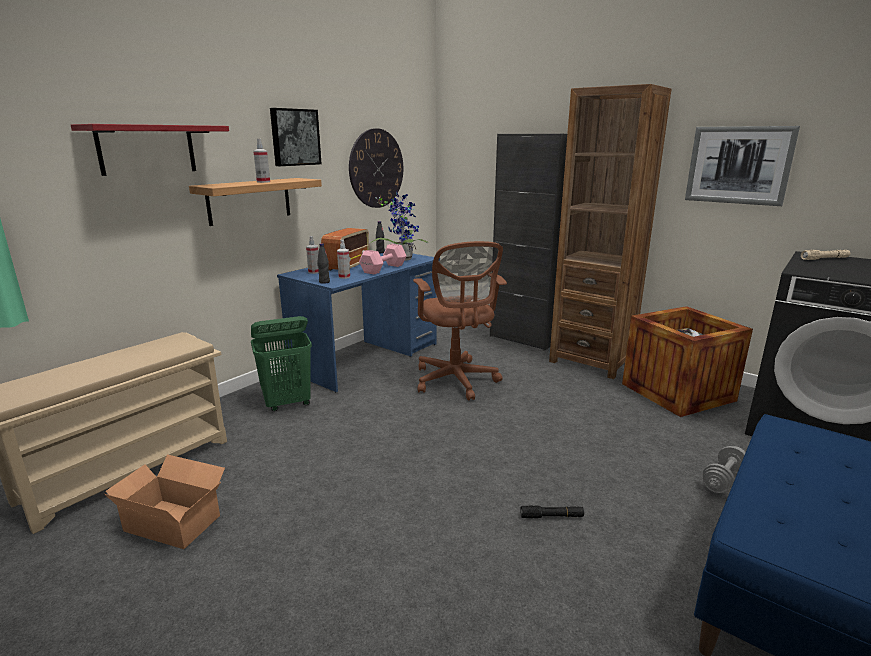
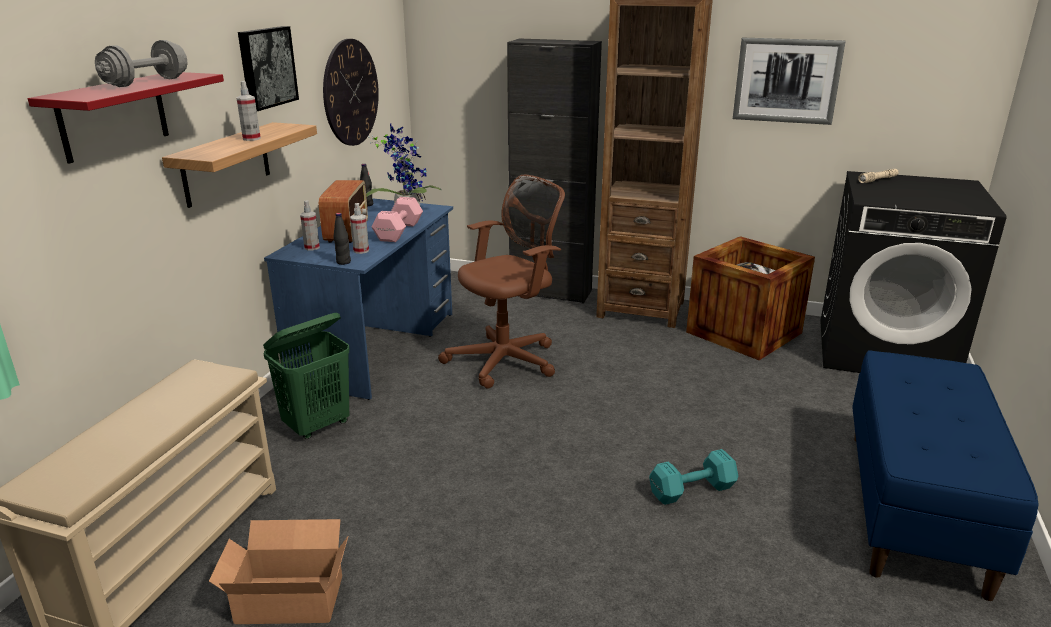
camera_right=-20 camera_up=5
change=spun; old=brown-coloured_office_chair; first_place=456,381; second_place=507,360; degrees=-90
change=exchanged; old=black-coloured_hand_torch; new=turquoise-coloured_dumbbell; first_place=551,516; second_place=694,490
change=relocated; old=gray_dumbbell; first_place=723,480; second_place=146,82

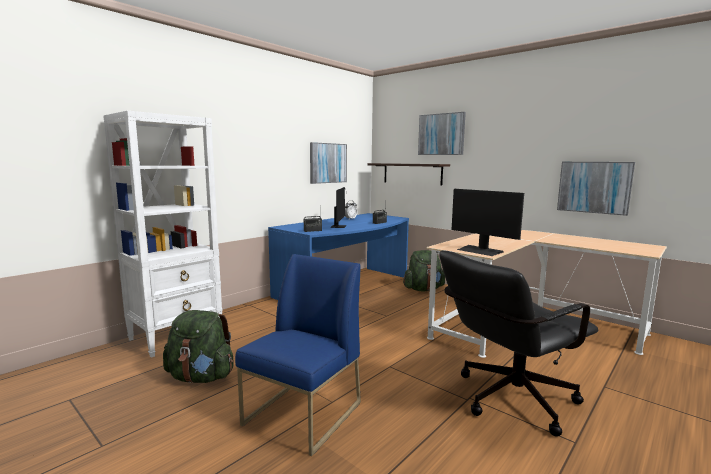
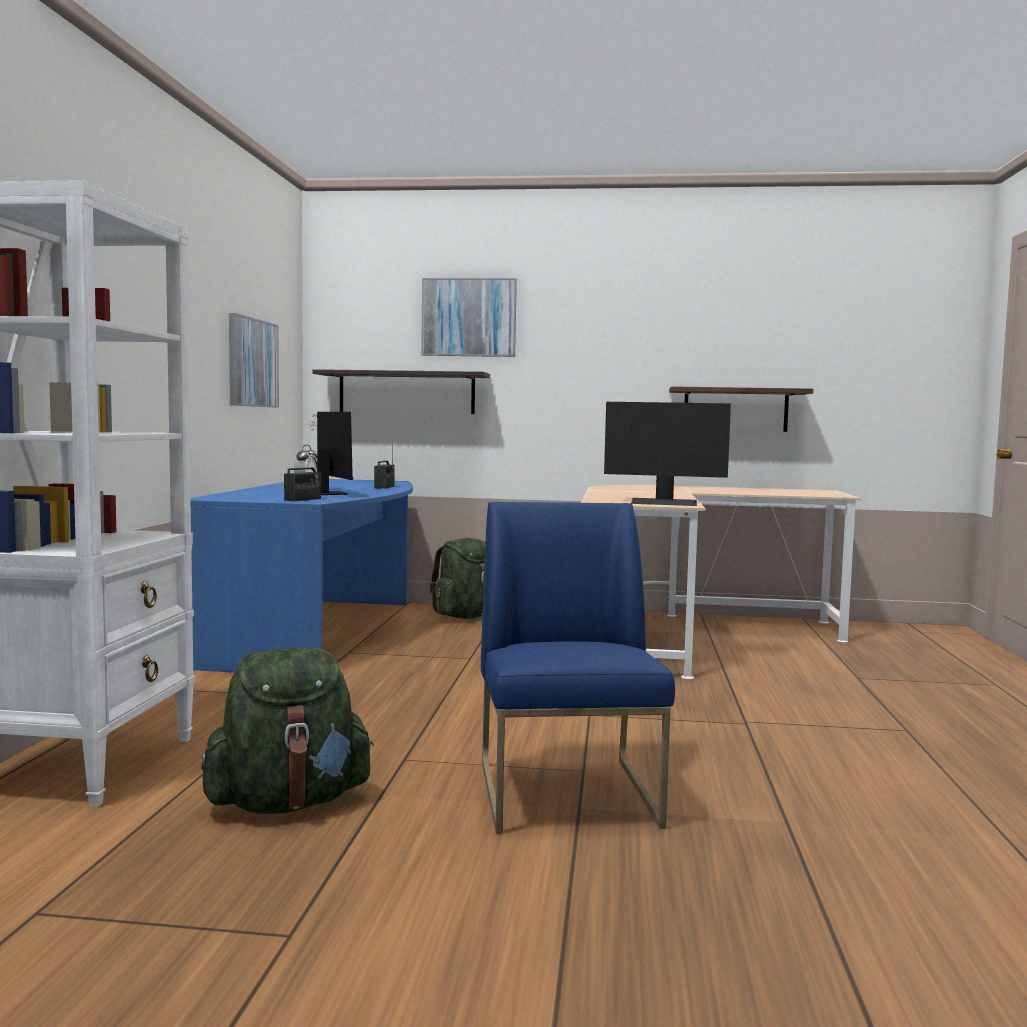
camera_right=-35 camera_up=-5
change=missing; old=black-coloured_office_chair; first_place=507,401
change=exchanged; old=wall_picture; new=wall_shelf; first_place=594,187; second_place=735,409

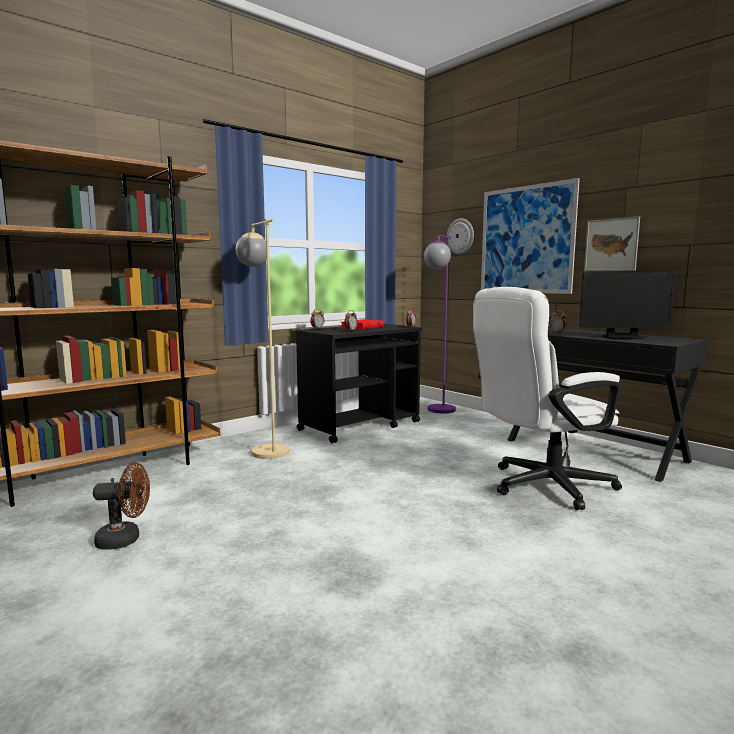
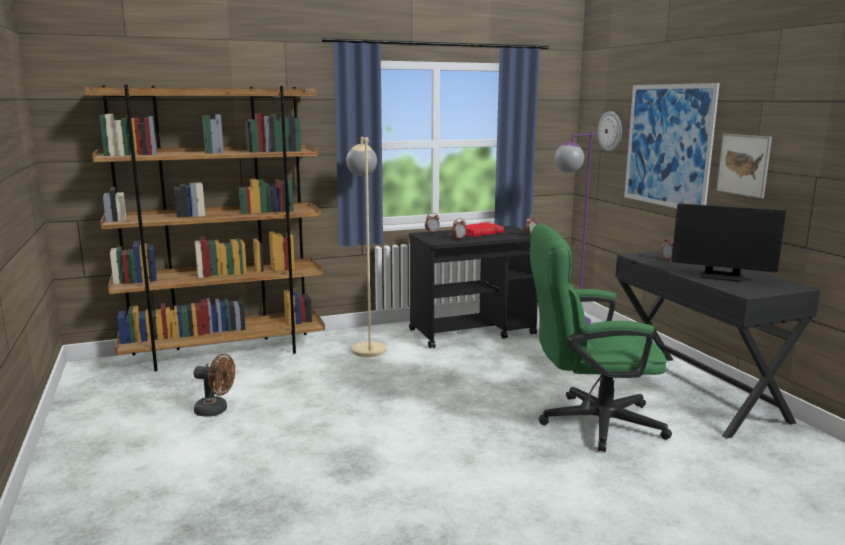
camera_right=20 camera_up=5
change=colour; old=white_office_chair; new=greenish_office_chair; first_place=540,486; second_place=589,422

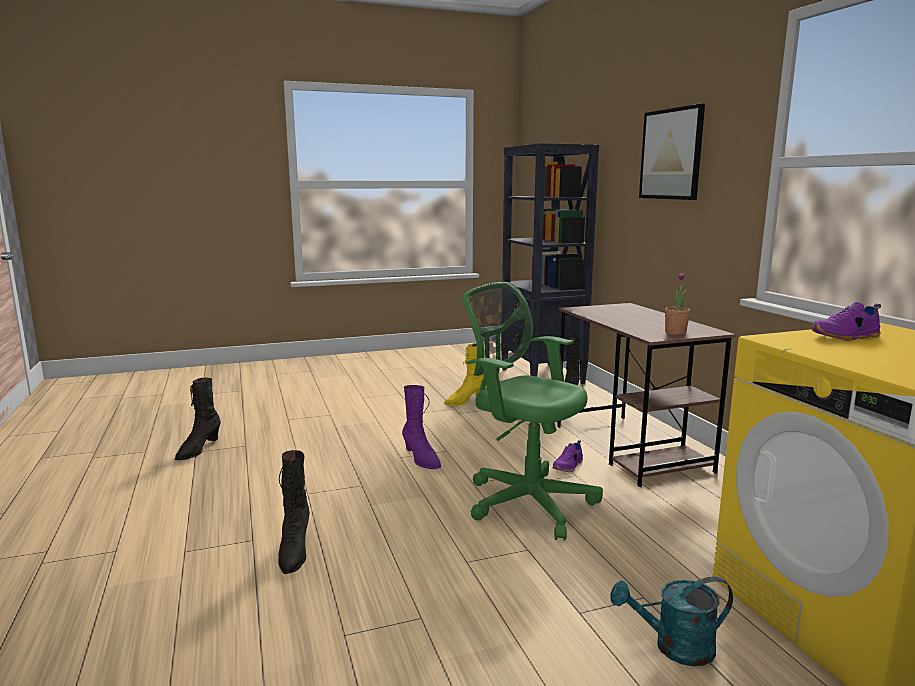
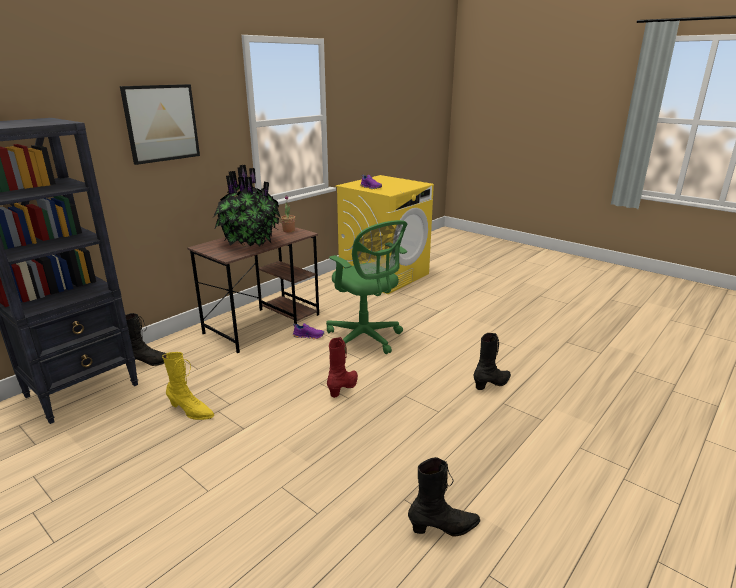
camera_right=-120 camera_up=10
change=colour; old=purplish_tall_boot; new=red-coloured_tall_boot; first_place=421,459; second_place=344,388
change=spun; old=greenish_office_chair; first_place=526,501; second_place=366,338; degrees=-45
change=missing; old=turquoise-coloured_sprinkling_can; first_place=674,648
change=appeared; new=houseplant; second_place=249,243

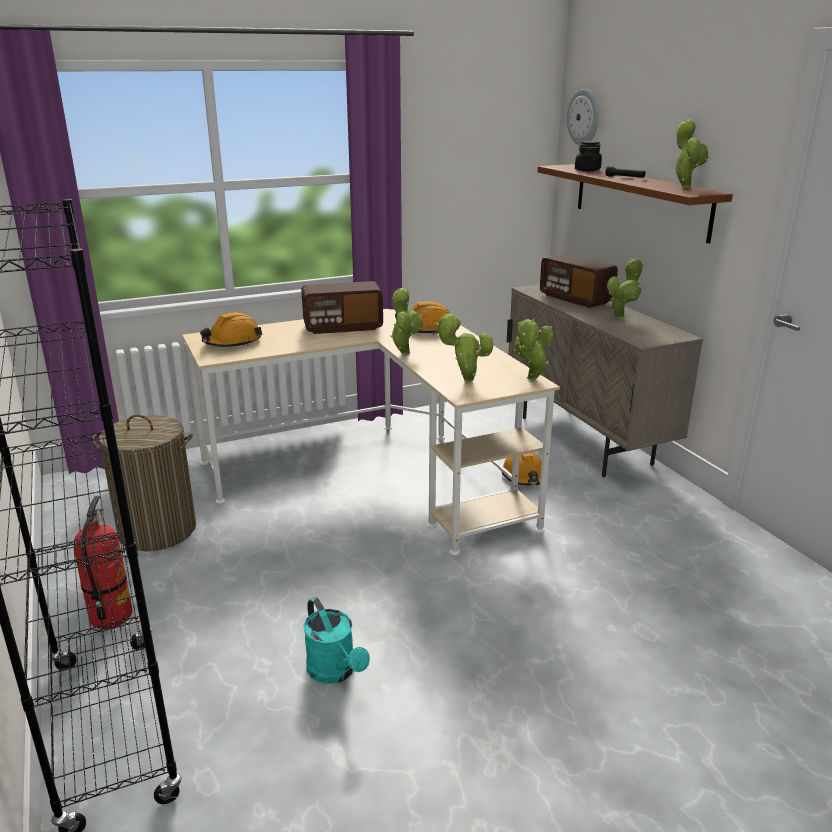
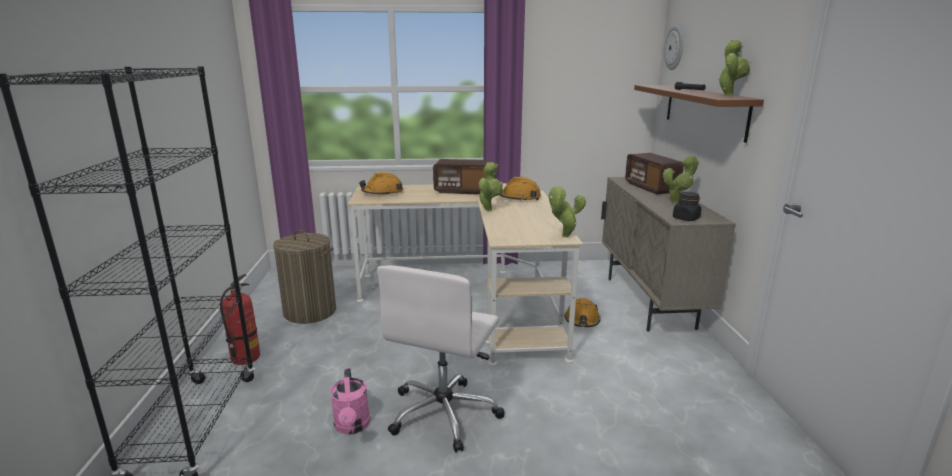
camera_right=20 camera_up=-5
change=colour; old=turquoise-coloured_sprinkling_can; new=pink_sprinkling_can; first_place=335,672; second_place=352,427
change=missing; old=houseplant; first_place=465,380
change=relocated; old=black-coloured_jar; first_place=587,170; second_place=686,218
change=appeared; new=white_office_chair; second_place=444,413

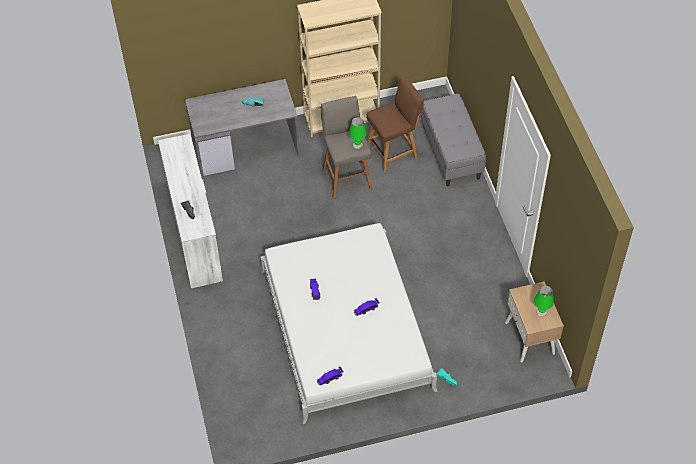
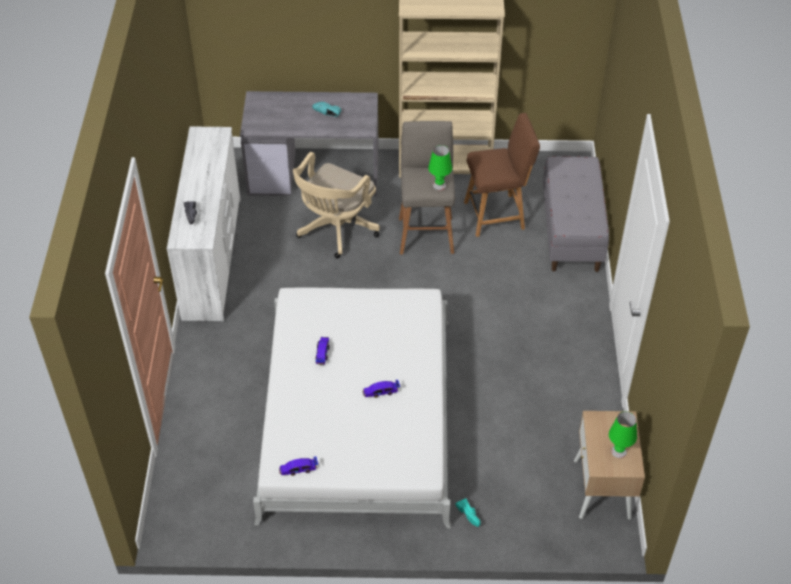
camera_right=15 camera_up=-5
change=appeared; new=beige-coloured_office_chair; second_place=335,230

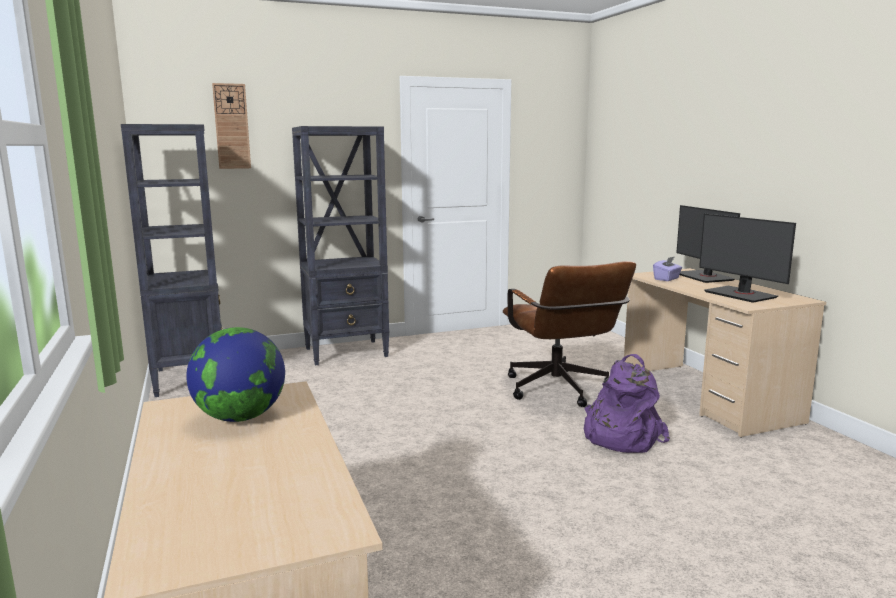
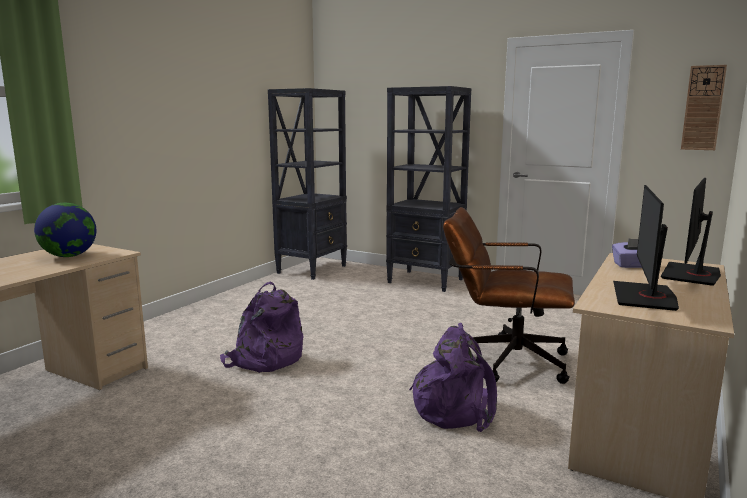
camera_right=50 camera_up=0
change=relocated; old=clock_on_the_wall; first_place=232,126; second_place=703,108
change=spun; old=brown-coloured_office_chair; first_place=560,392; second_place=503,360; degrees=75
change=appeared; new=purplish_knapsack; second_place=265,359

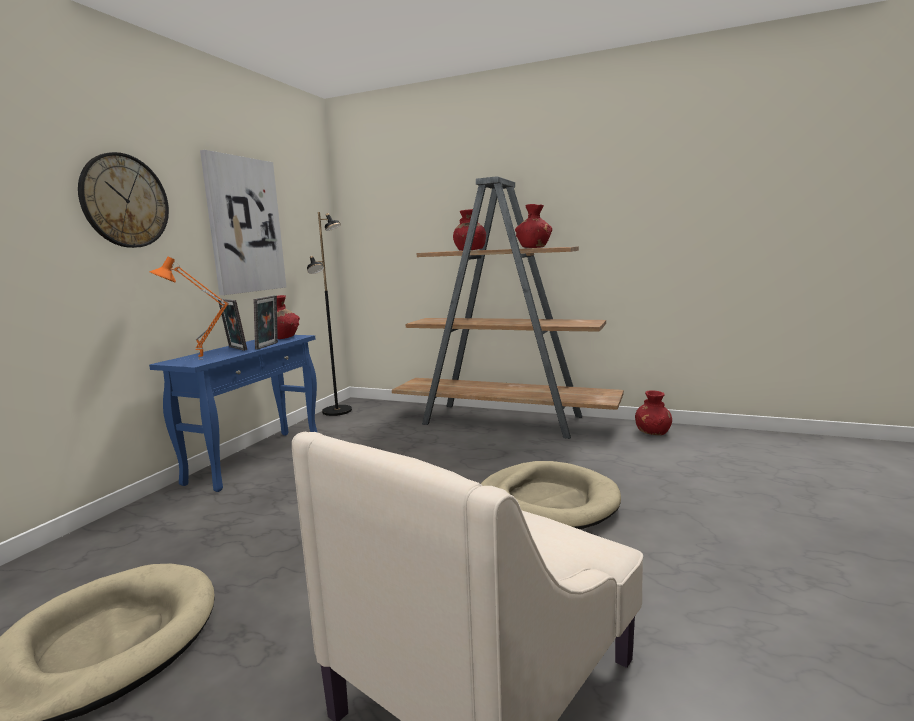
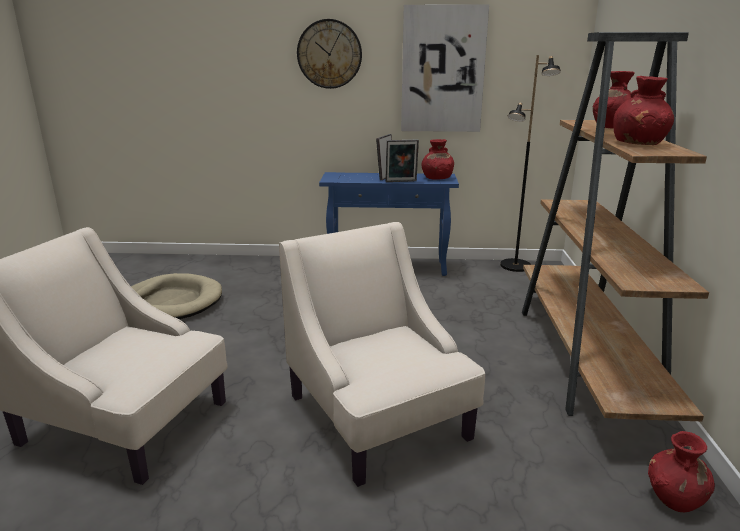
camera_right=70 camera_up=10
change=missing; old=orangey_lamp_for_a_table; first_place=199,359
change=exchanged; old=beige-coloured_dog_bed; new=beige-coloured_lounge_chair; first_place=547,501; second_place=378,417

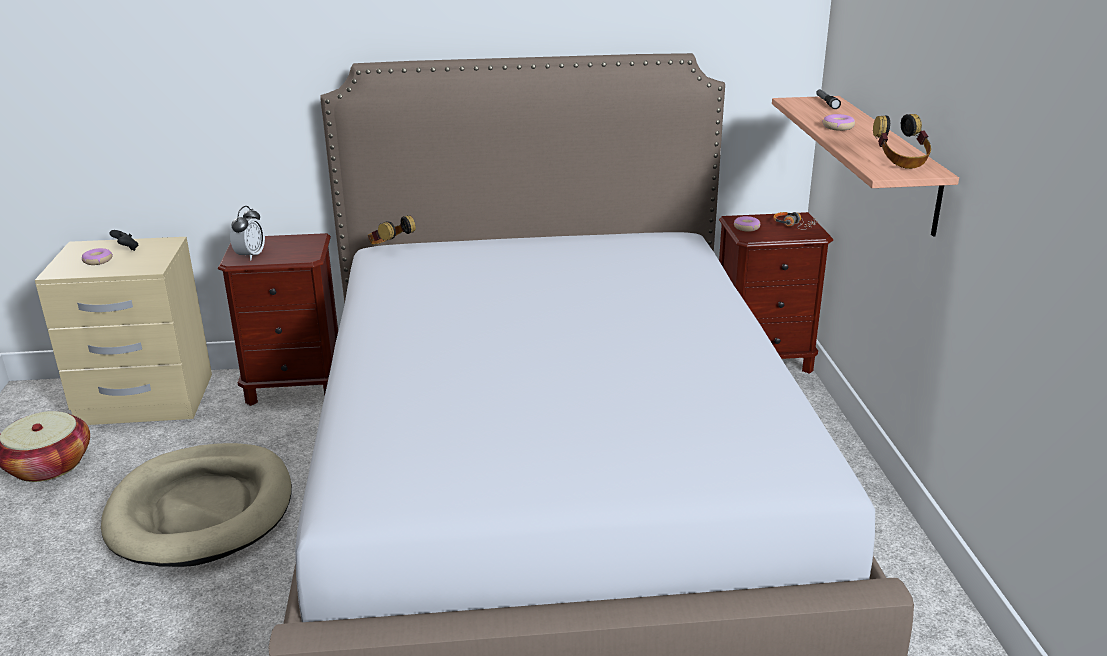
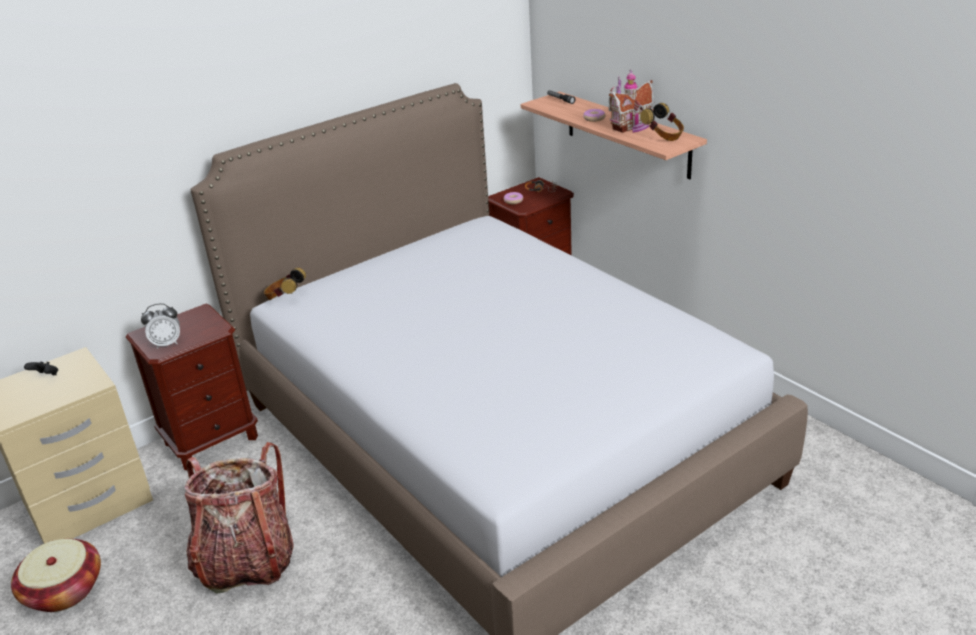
camera_right=-30 camera_up=5
change=missing; old=ring_doughnut; first_place=97,261
change=exchanged; old=beige-coloured_dog_bed; new=knapsack; first_place=202,510; second_place=247,561
change=spun; old=bedside_clock; first_place=250,255; second_place=167,343; degrees=90
change=appeared; new=miniature_house; second_place=632,127

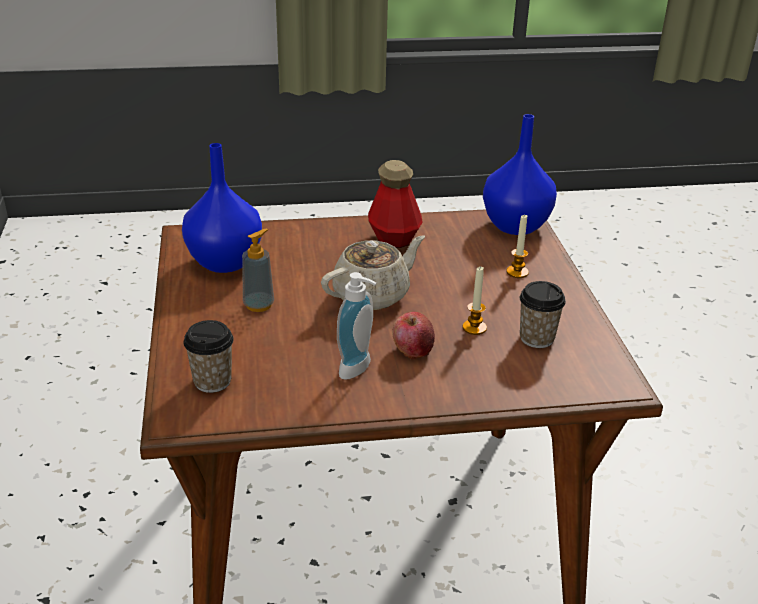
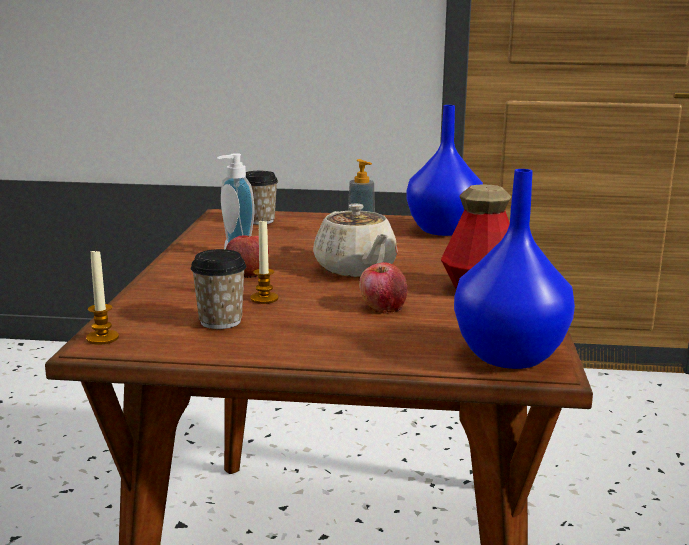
camera_right=105 camera_up=-15
change=relocated; old=candle; first_place=517,272; second_place=102,338
change=appeared; new=whole_apple; second_place=382,307

